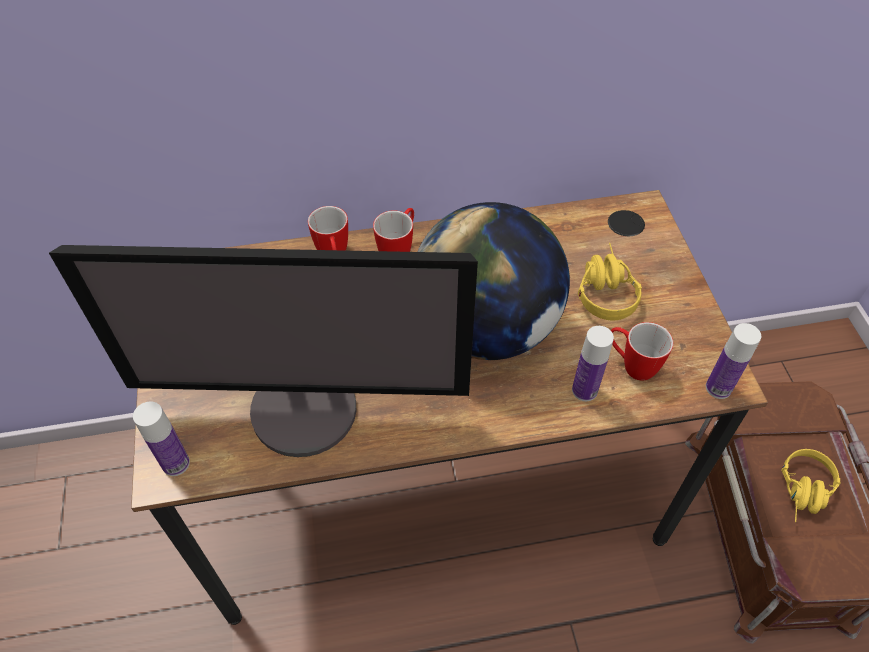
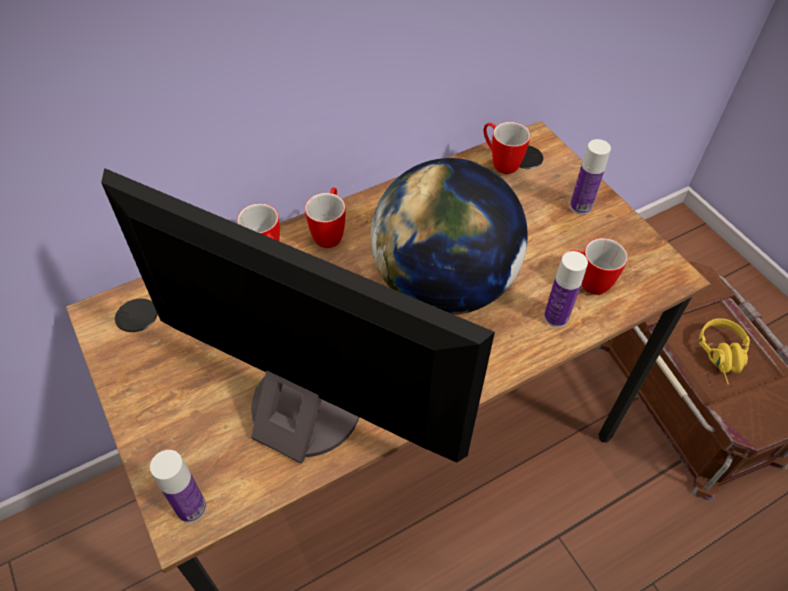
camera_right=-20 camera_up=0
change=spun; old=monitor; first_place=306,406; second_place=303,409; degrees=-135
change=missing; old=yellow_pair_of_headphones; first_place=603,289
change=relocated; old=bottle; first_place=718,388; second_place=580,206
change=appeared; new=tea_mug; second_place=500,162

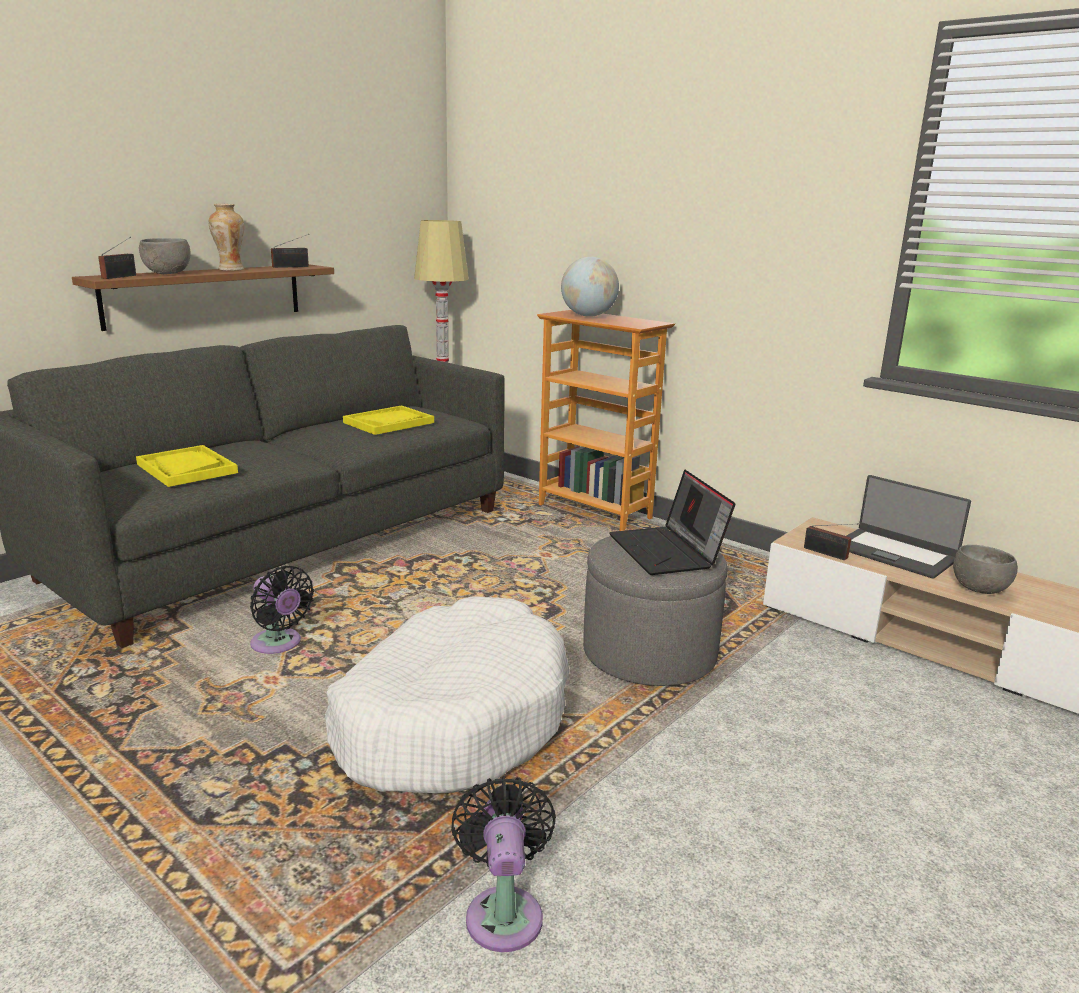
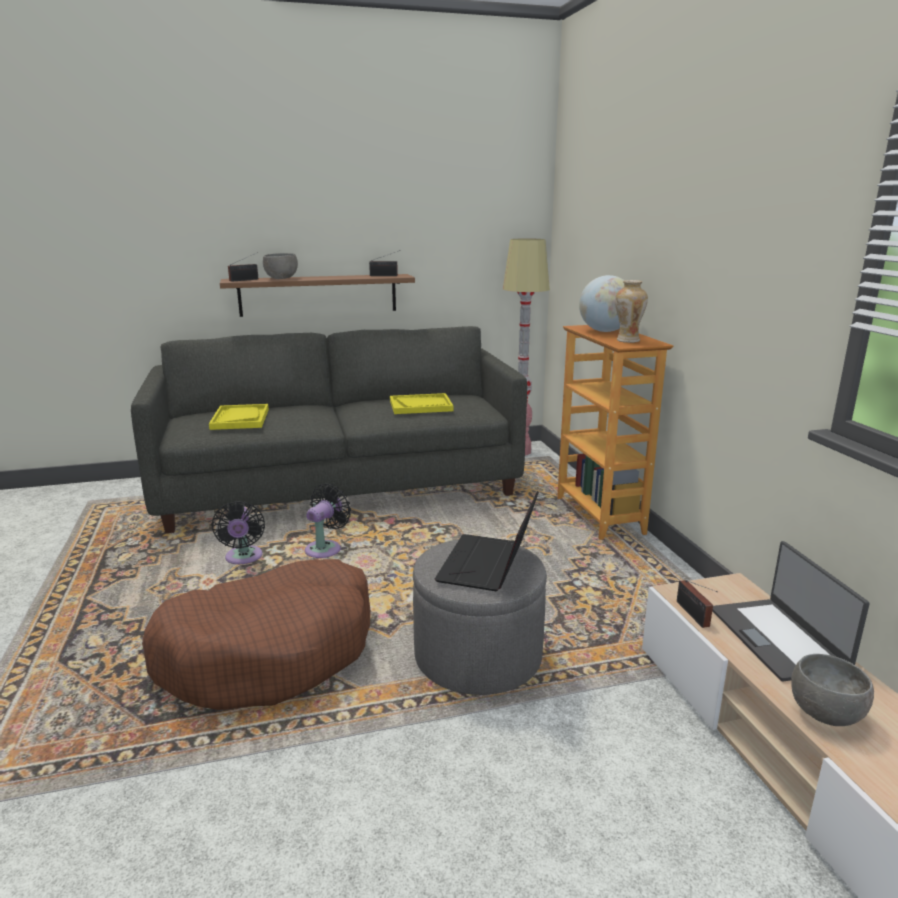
camera_right=35 camera_up=0
change=relocated; old=vase; first_place=230,269; second_place=627,340
change=colour; old=white_dog_bed; new=brown-coloured_dog_bed; first_place=452,719; second_place=270,652
change=relocated; old=black-coloured_cooling_fan; first_place=504,911; second_place=325,548

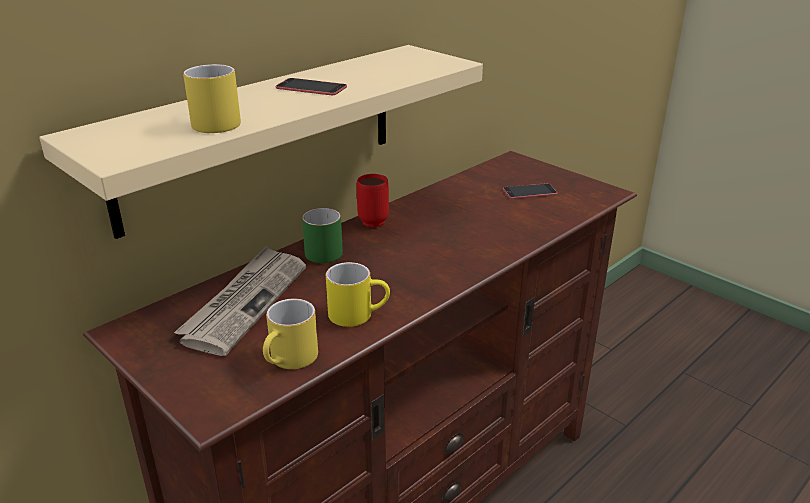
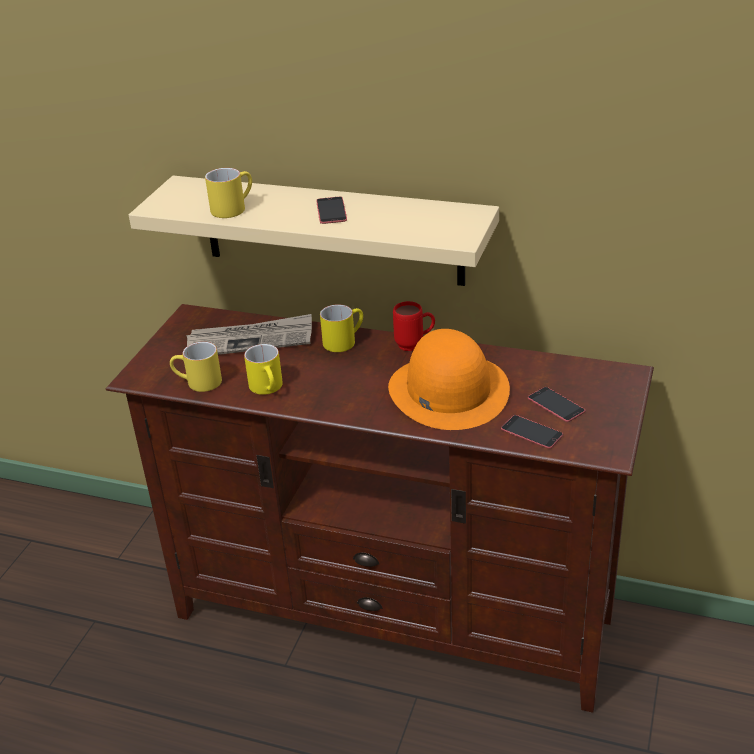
camera_right=65 camera_up=5
change=colour; old=greenish_tea_mug; new=yellow_tea_mug; first_place=322,250; second_place=343,340
change=appeared; new=orangey_hat; second_place=448,390
change=appeared; new=handset; second_place=531,432

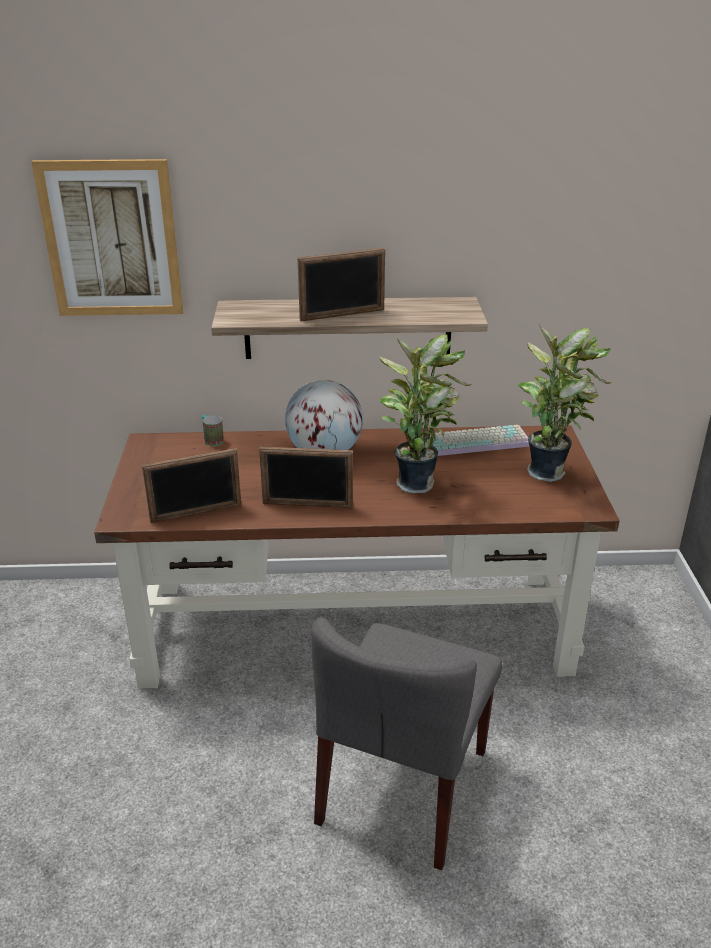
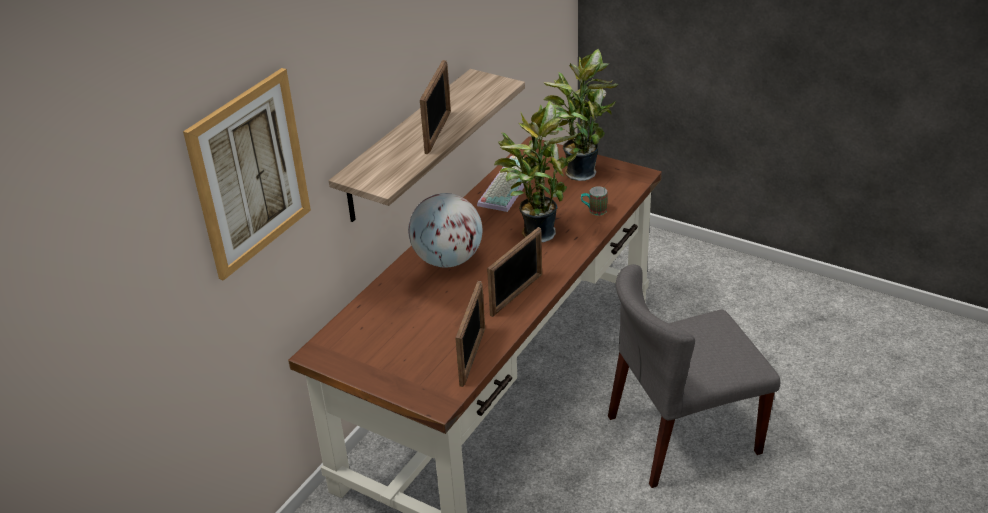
camera_right=-55 camera_up=5
change=relocated; old=tea_mug; first_place=212,439; second_place=593,210
change=spun; old=gray_upright_chair; first_place=404,787; second_place=682,435; degrees=105

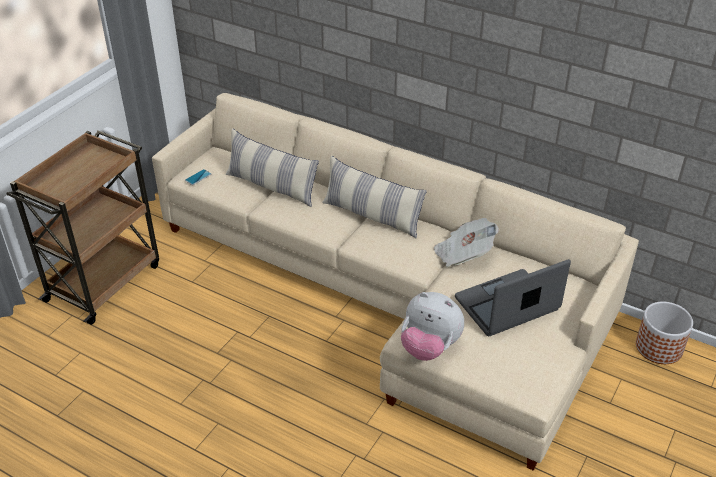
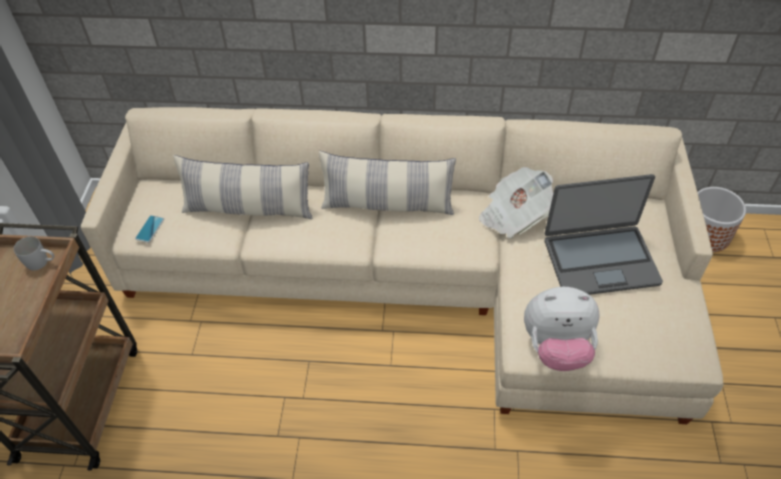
camera_right=-25 camera_up=10
change=spun; old=laptop; first_place=507,305; second_place=600,260; degrees=-135
change=appeared; new=white_tea_mug; second_place=42,262

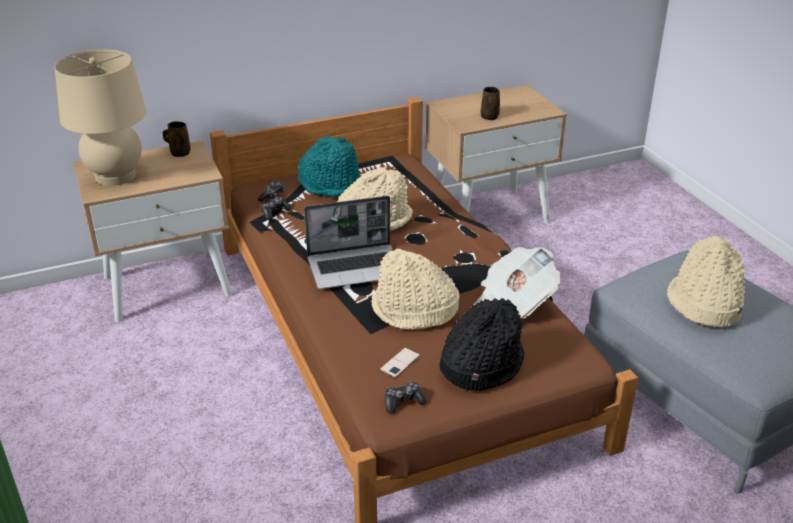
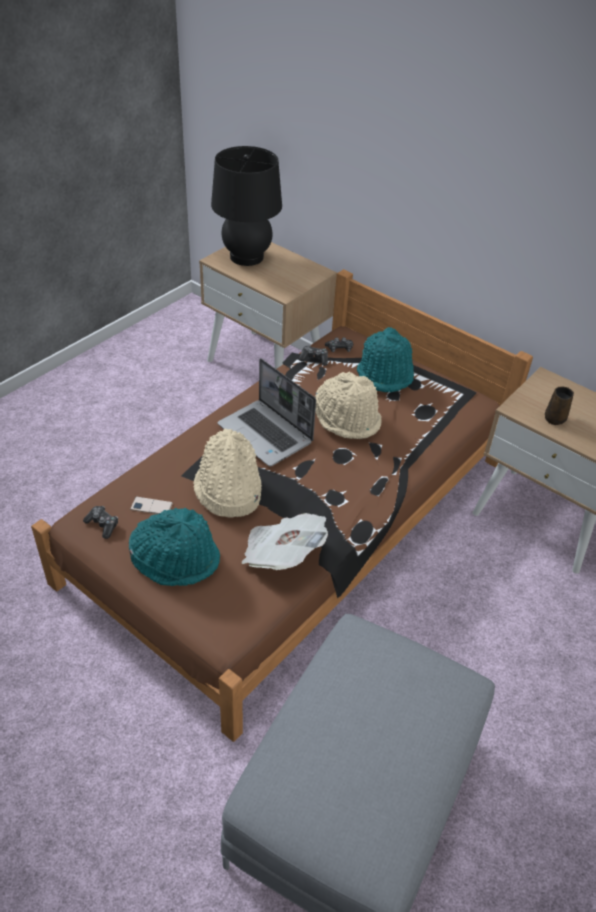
camera_right=60 camera_up=10
change=colour; old=beige-coloured_lamp_for_a_table; new=black-coloured_lamp_for_a_table; first_place=115,176; second_place=246,257
change=missing; old=brown-coloured_tea_mug; first_place=179,153
change=colour; old=black-coloured_hat; new=turquoise-coloured_hat; first_place=480,364; second_place=176,558
change=missing; old=beige-coloured_hat; first_place=703,304

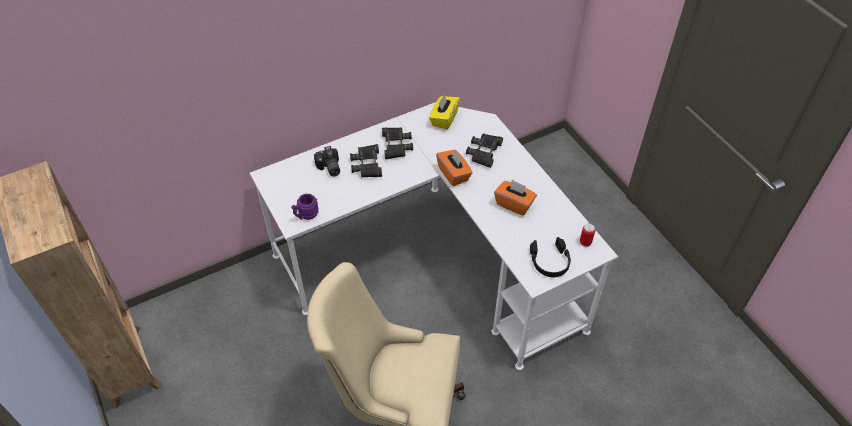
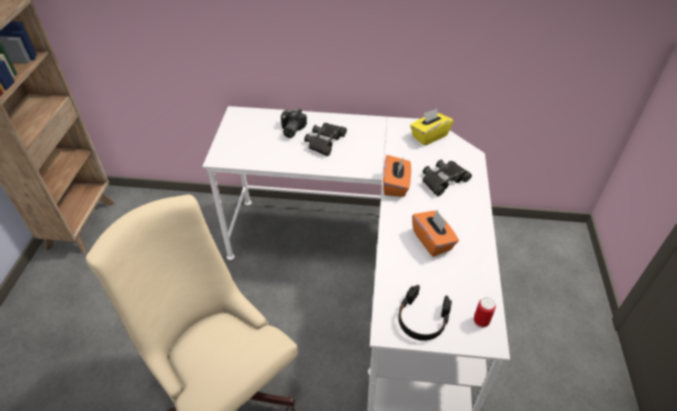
camera_right=35 camera_up=-5
change=missing; old=purplish_tea_mug; first_place=306,215
change=missing; old=black-coloured_binoculars; first_place=396,145

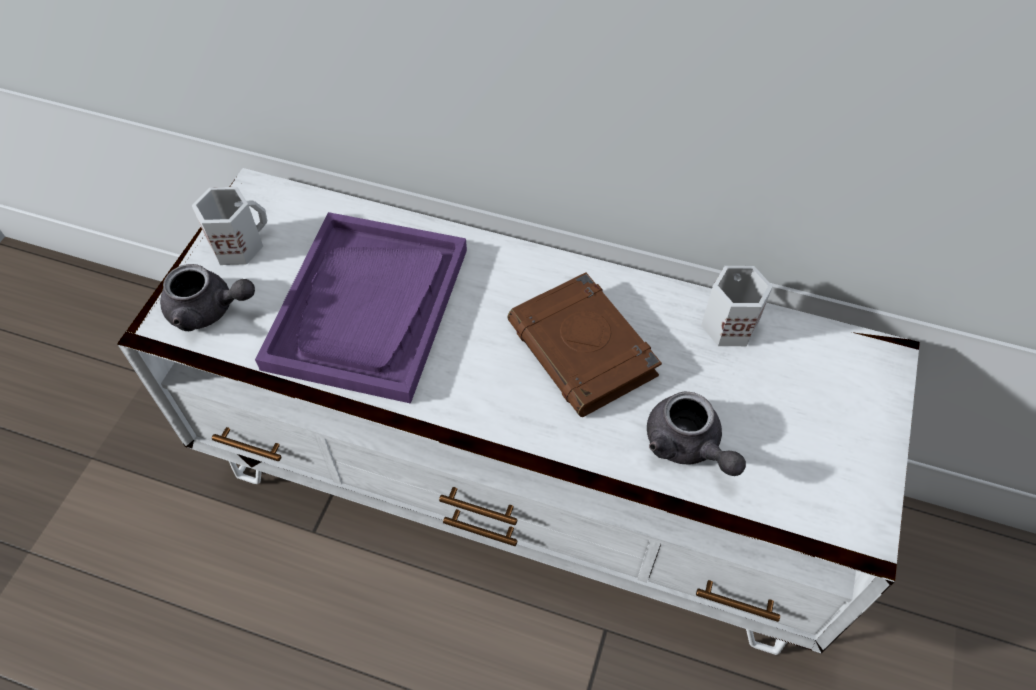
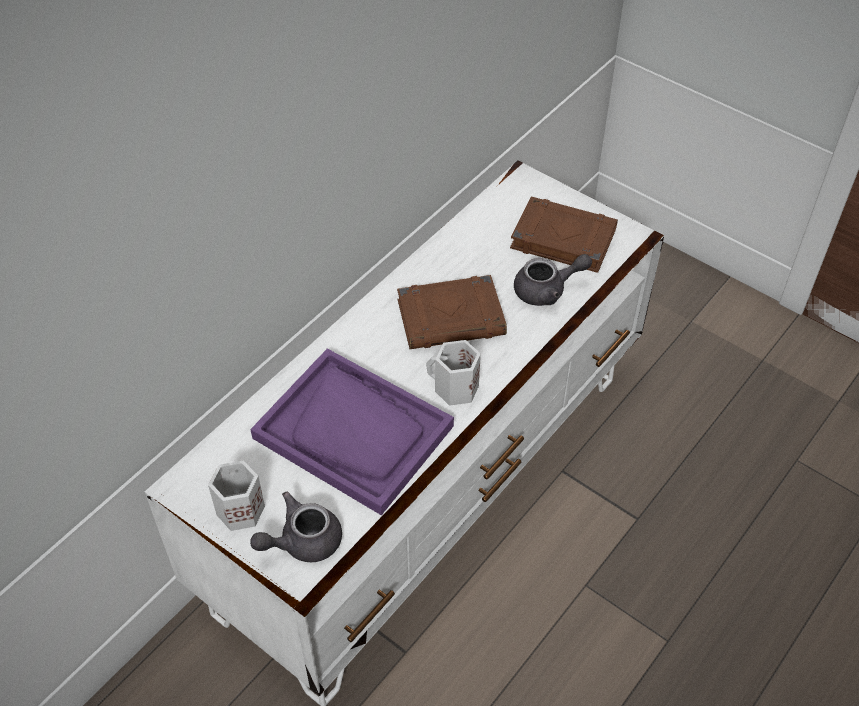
camera_right=-70 camera_up=-5
change=spun; old=gray_teapot; first_place=209,310; second_place=302,541; degrees=-150
change=relocated; old=white_tea_mug; first_place=727,323; second_place=454,389
change=appeared; new=brown-coloured_volume; second_place=561,239

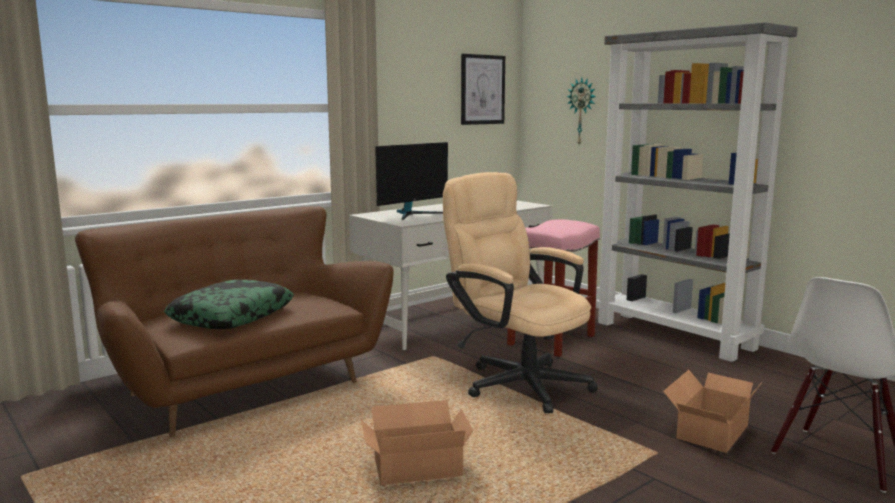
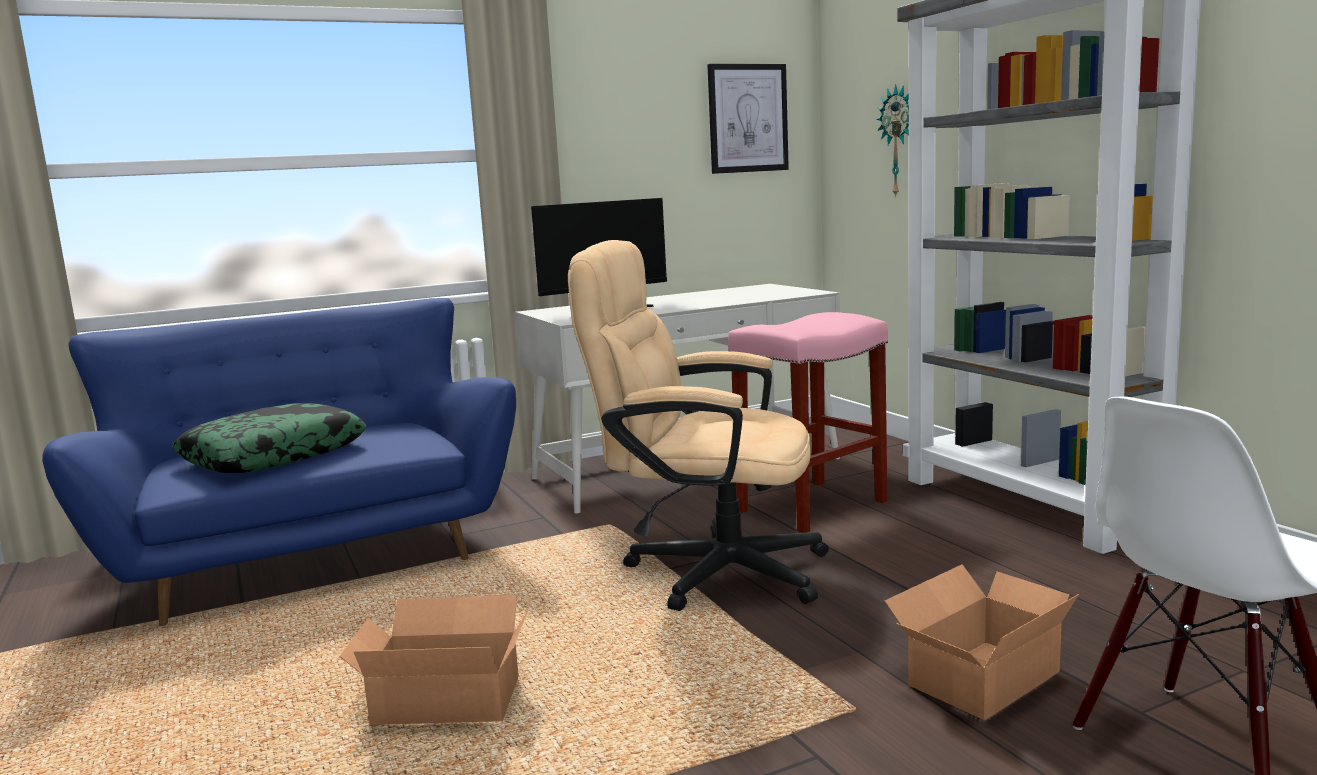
camera_right=15 camera_up=0
change=colour; old=brown-coloured_couch; new=blue_couch; first_place=242,387; second_place=312,558
change=spun; old=beige-coloured_office_chair; first_place=517,382; second_place=707,570; degrees=-45

